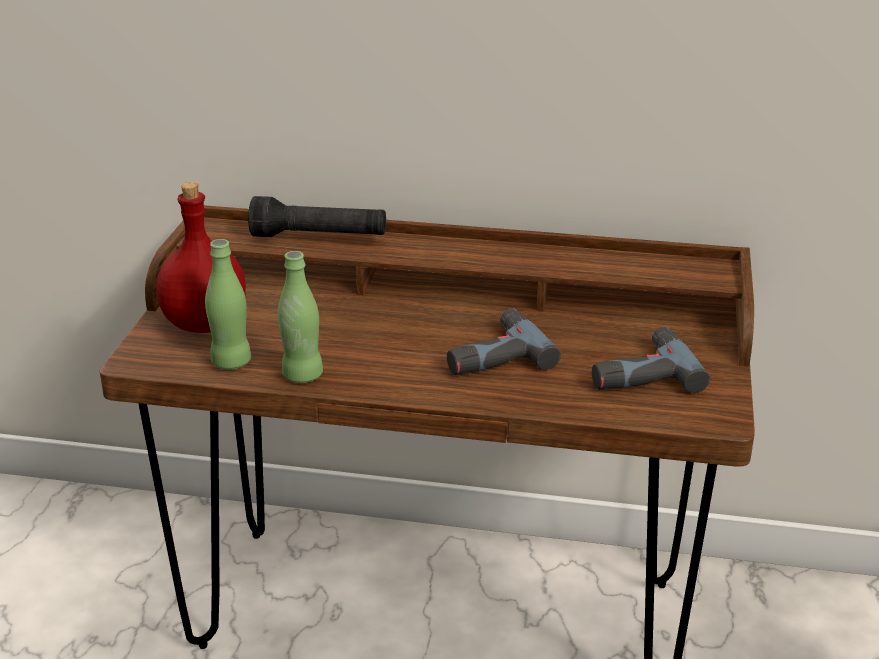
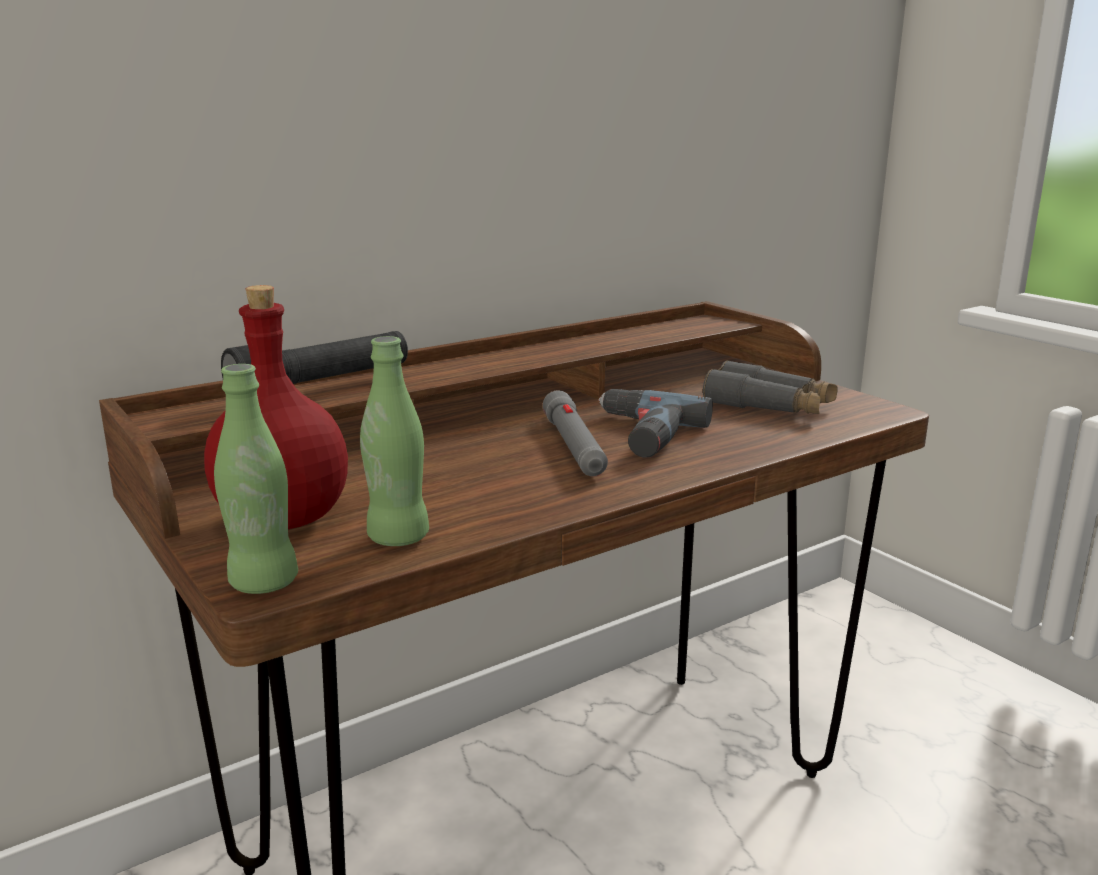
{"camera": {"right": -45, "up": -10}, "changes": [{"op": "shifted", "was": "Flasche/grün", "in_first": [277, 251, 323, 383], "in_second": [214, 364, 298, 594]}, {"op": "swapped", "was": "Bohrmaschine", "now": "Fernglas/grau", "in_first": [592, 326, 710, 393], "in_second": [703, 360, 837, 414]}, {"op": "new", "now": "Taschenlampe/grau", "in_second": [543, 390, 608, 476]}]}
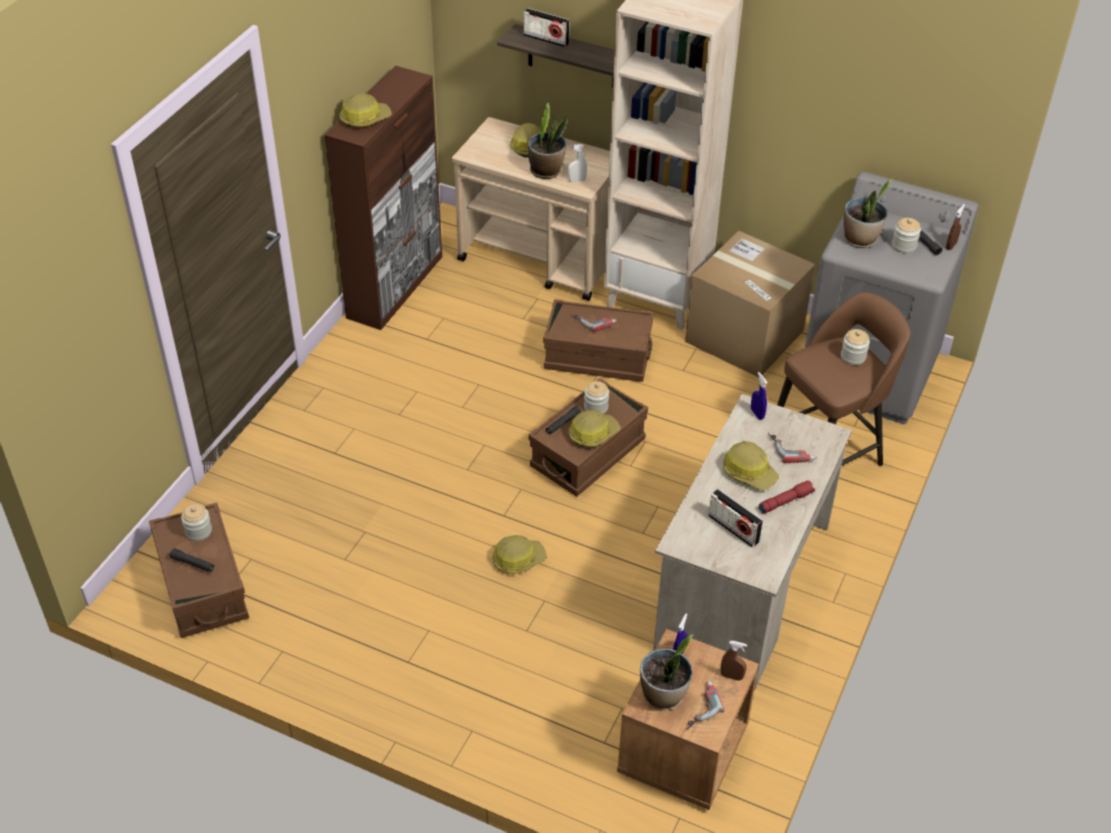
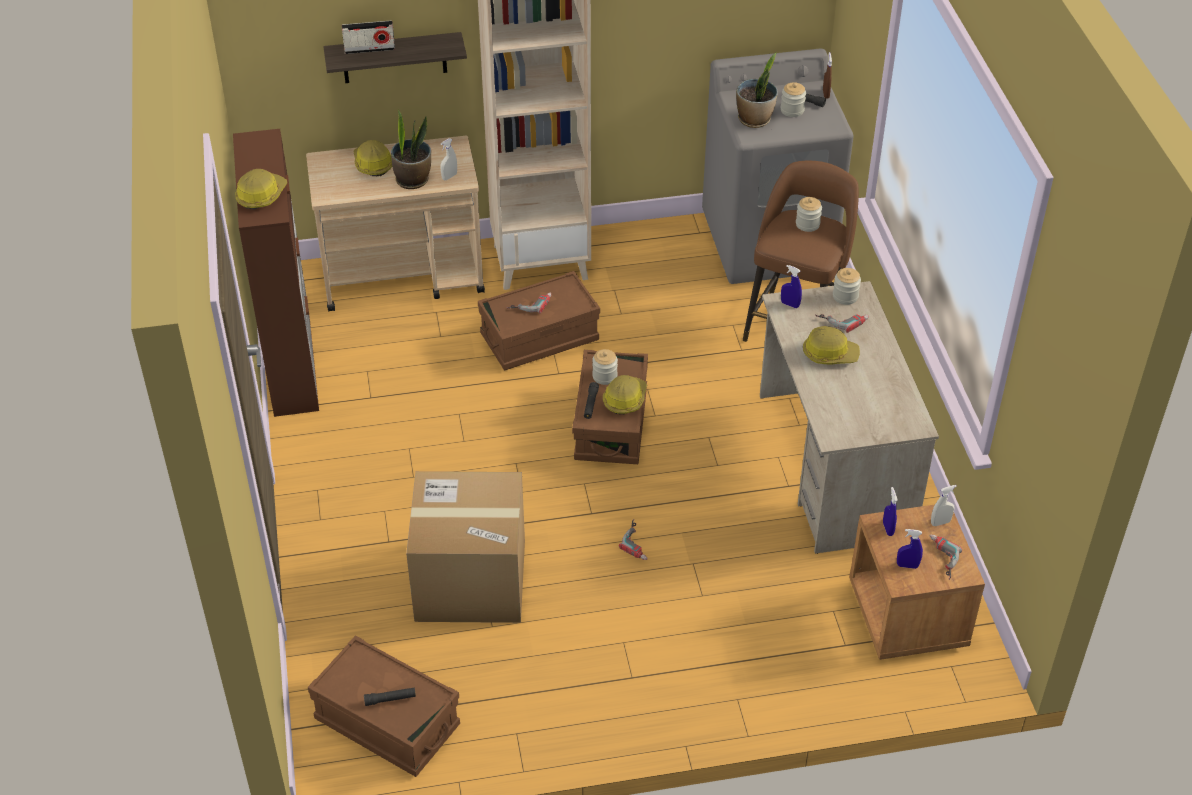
{"camera": {"right": -35, "up": 0}, "changes": [{"op": "shifted", "was": "Karton", "in_first": [685, 231, 815, 377], "in_second": [406, 471, 525, 623]}, {"op": "gone", "was": "Taschenlampe/rot", "in_first": [759, 481, 815, 514]}, {"op": "gone", "was": "Radio", "in_first": [708, 489, 763, 548]}, {"op": "shifted", "was": "Vorratsglas", "in_first": [181, 504, 212, 541], "in_second": [833, 268, 861, 305]}, {"op": "swapped", "was": "Schutzhelm", "now": "Bohrmaschine", "in_first": [492, 535, 547, 574], "in_second": [619, 519, 647, 560]}, {"op": "swapped", "was": "Topfpflanze", "now": "Sprühflasche/blau", "in_first": [640, 634, 693, 710], "in_second": [897, 529, 923, 569]}, {"op": "repainted", "was": "Sprühflasche/braun", "now": "Sprühflasche/weiß", "in_first": [721, 641, 747, 681], "in_second": [931, 485, 957, 526]}]}
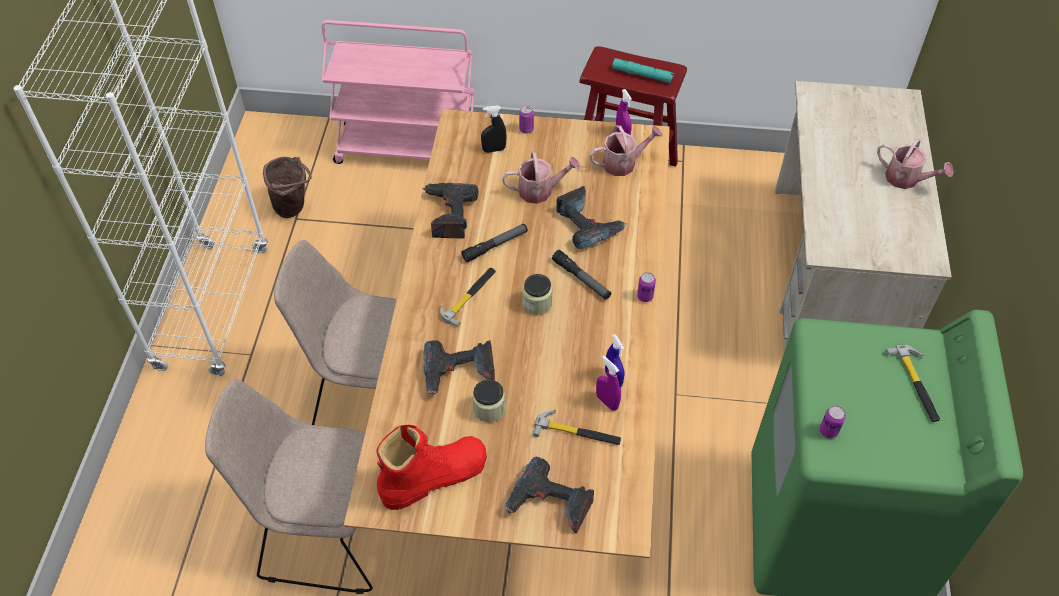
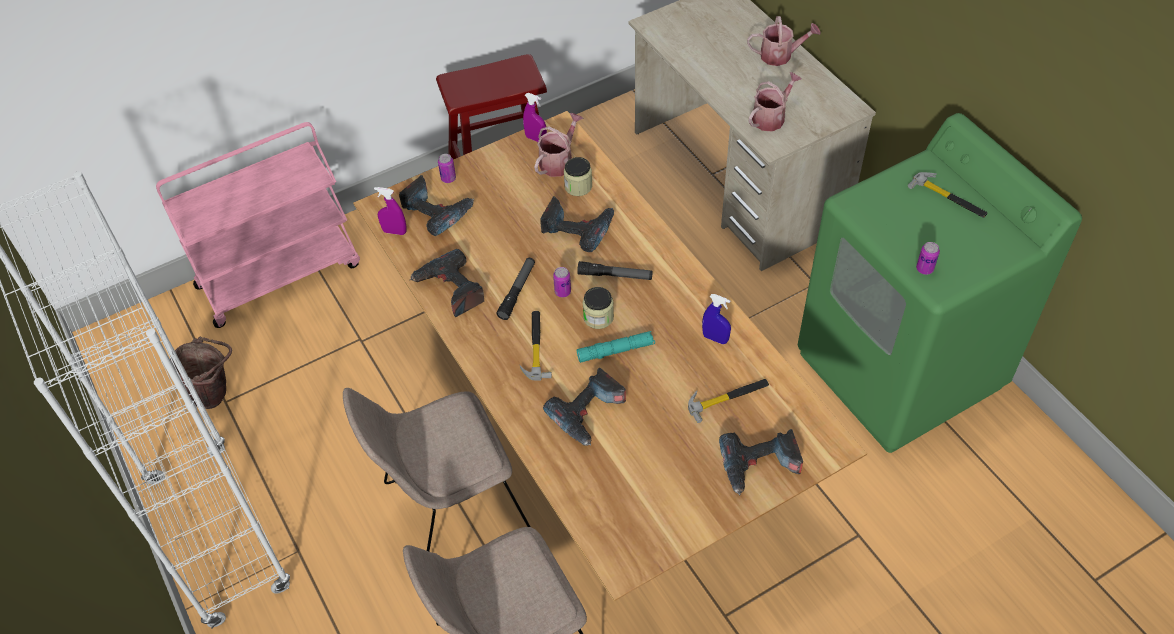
{"camera": {"right": -35, "up": 0}, "changes": [{"op": "shifted", "was": "Taschenlampe/türkis", "in_first": [612, 58, 674, 83], "in_second": [577, 331, 655, 363]}, {"op": "swapped", "was": "Sprühflasche/schwarz", "now": "Bohrmaschine", "in_first": [481, 106, 507, 153], "in_second": [399, 175, 474, 236]}, {"op": "shifted", "was": "Gießkanne", "in_first": [502, 151, 581, 204], "in_second": [749, 72, 802, 132]}, {"op": "shifted", "was": "Dose", "in_first": [637, 272, 656, 302], "in_second": [553, 267, 571, 297]}, {"op": "shifted", "was": "Sprühflasche/lila", "in_first": [596, 356, 621, 411], "in_second": [374, 187, 407, 235]}, {"op": "shifted", "was": "Vorratsglas", "in_first": [472, 380, 505, 423], "in_second": [564, 157, 592, 196]}, {"op": "gone", "was": "Stiefel/rot", "in_first": [377, 425, 487, 510]}]}
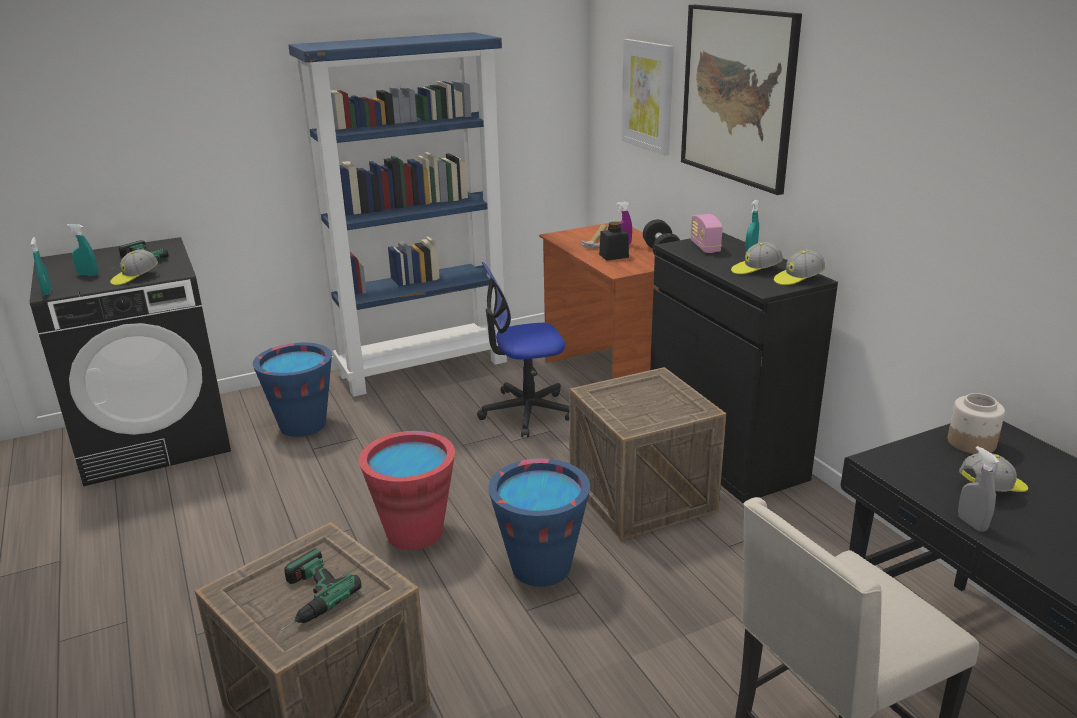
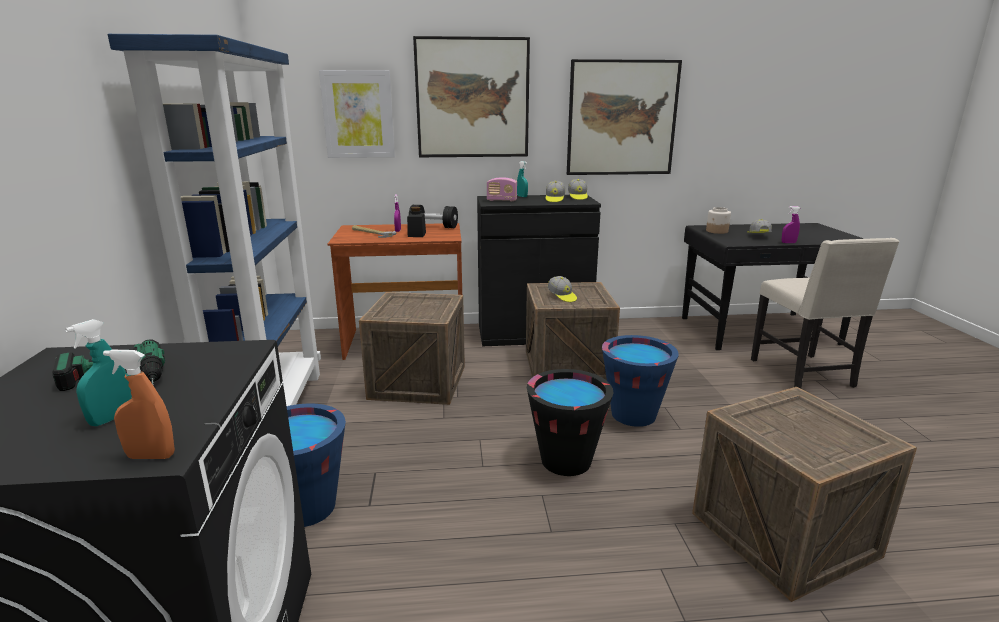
{"camera": {"right": -70, "up": -5}, "changes": [{"op": "repainted", "was": "Sprühflasche/türkis", "now": "Sprühflasche/orange", "in_first": [31, 237, 52, 295], "in_second": [103, 350, 175, 459]}, {"op": "shifted", "was": "Kappe", "in_first": [110, 249, 158, 285], "in_second": [547, 276, 577, 302]}, {"op": "swapped", "was": "Bürostuhl", "now": "Kiste", "in_first": [477, 262, 569, 437], "in_second": [359, 292, 465, 405]}, {"op": "repainted", "was": "Eimer/rot", "now": "Eimer/schwarz", "in_first": [359, 431, 455, 550], "in_second": [527, 369, 614, 476]}, {"op": "repainted", "was": "Sprühflasche/grau", "now": "Sprühflasche/lila", "in_first": [958, 446, 999, 532], "in_second": [782, 206, 800, 243]}, {"op": "gone", "was": "Bohrmaschine", "in_first": [280, 548, 362, 631]}, {"op": "new", "now": "Bild", "in_second": [567, 59, 682, 175]}]}
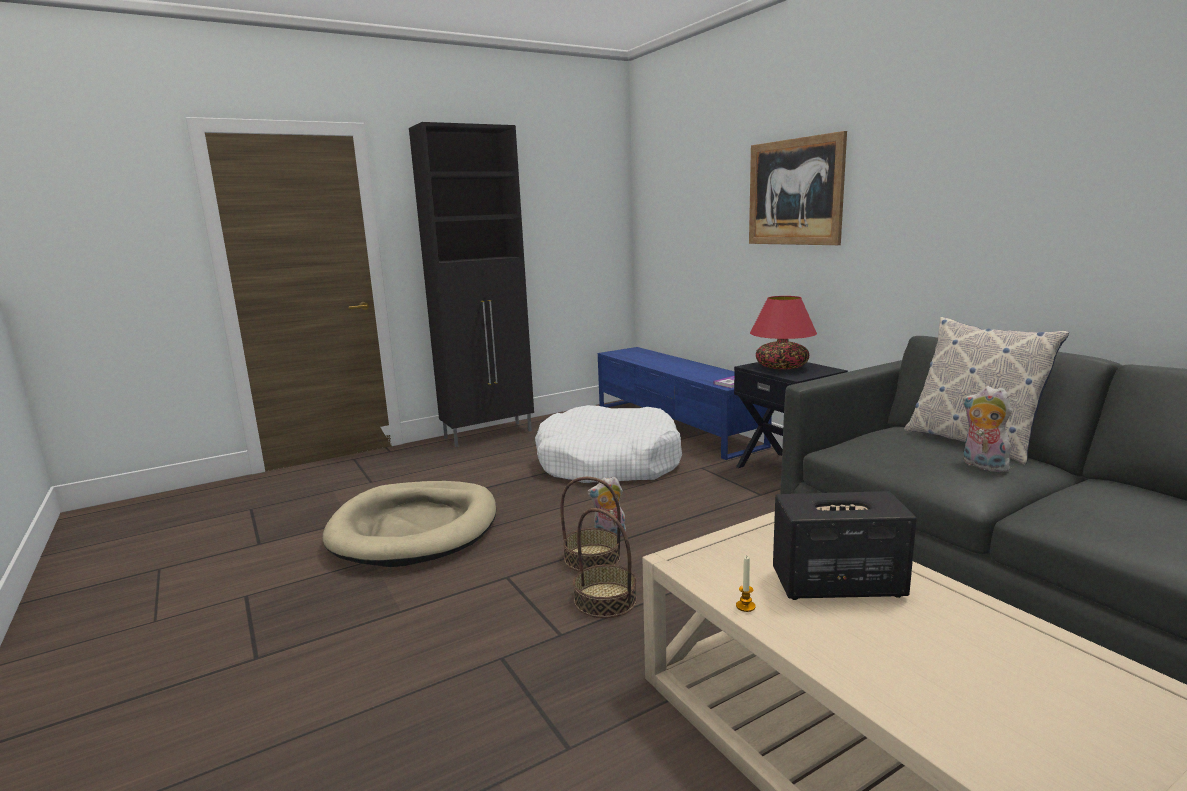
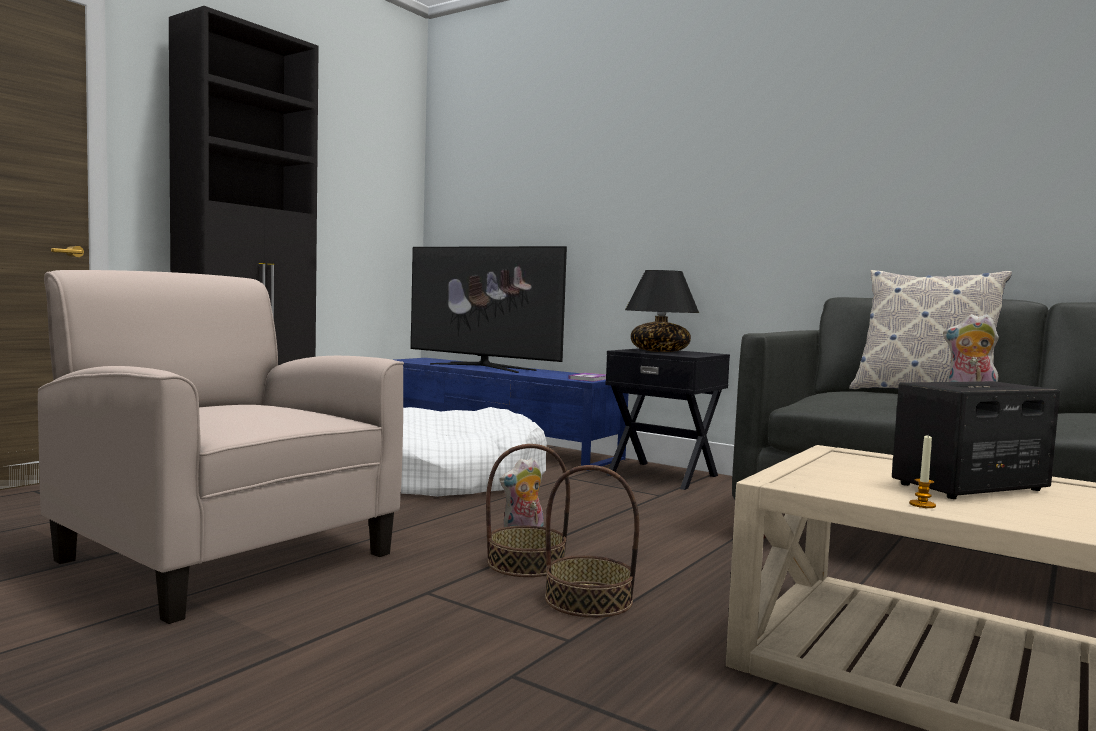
{"camera": {"right": -25, "up": -10}, "changes": [{"op": "gone", "was": "Bild", "in_first": [749, 131, 847, 245]}, {"op": "repainted", "was": "Tischlampe/rot", "now": "Tischlampe/schwarz", "in_first": [750, 296, 817, 369], "in_second": [625, 270, 699, 352]}, {"op": "swapped", "was": "Hundebett/beige", "now": "Sessel/beige", "in_first": [323, 481, 496, 567], "in_second": [38, 270, 404, 624]}, {"op": "new", "now": "Fernseher", "in_second": [411, 246, 567, 373]}]}
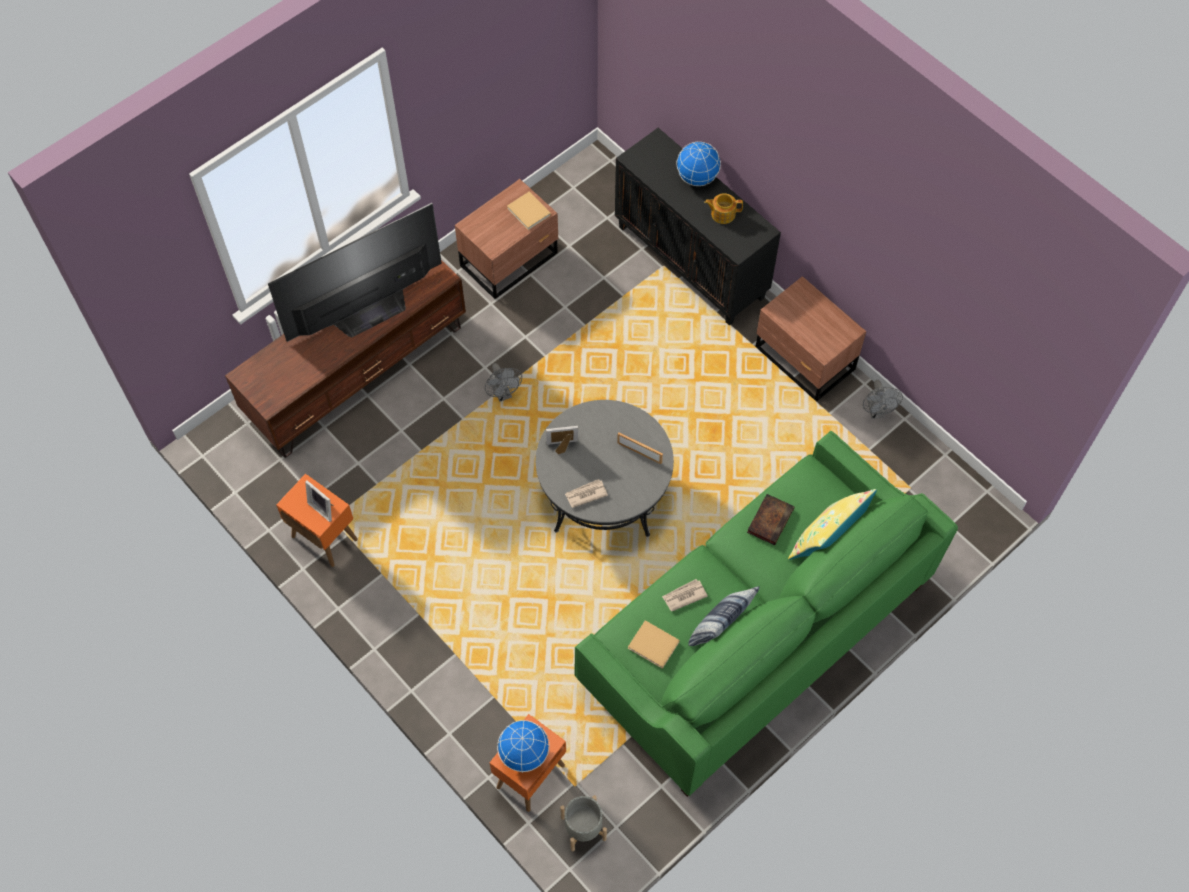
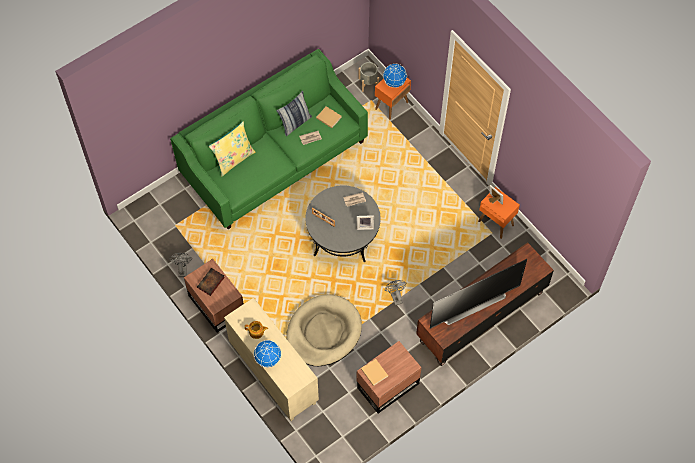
{"camera": {"right": -175, "up": 0}, "changes": [{"op": "repainted", "was": "Schrank/schwarz", "now": "Schrank/beige", "in_first": [615, 128, 781, 325], "in_second": [224, 298, 319, 421]}, {"op": "shifted", "was": "Buch", "in_first": [747, 494, 795, 545], "in_second": [197, 268, 225, 296]}, {"op": "new", "now": "Hundebett/beige", "in_second": [286, 294, 362, 366]}]}
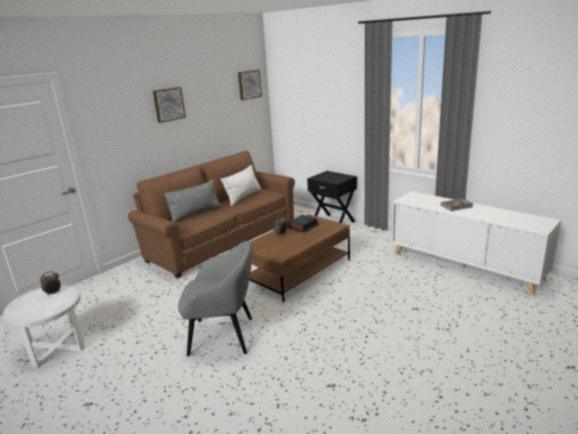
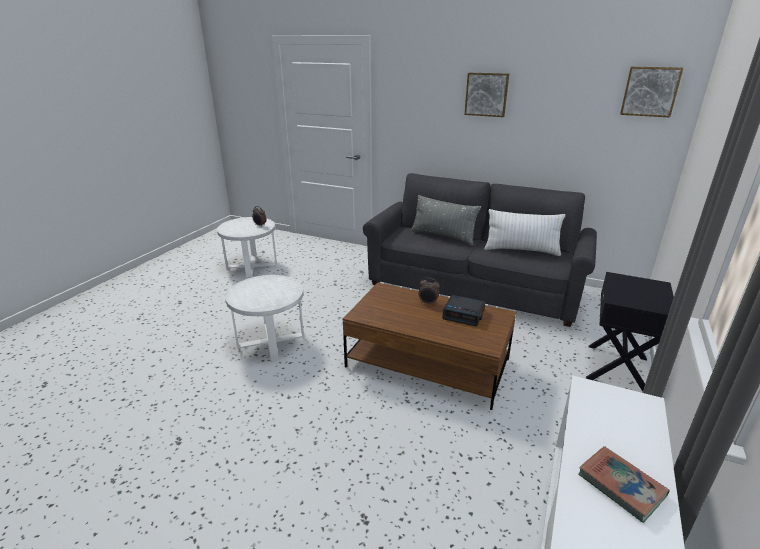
{"camera": {"right": 70, "up": 5}, "changes": [{"op": "repainted", "was": "Sofa/braun", "now": "Sofa/grau", "in_first": [128, 151, 295, 279], "in_second": [363, 173, 597, 327]}, {"op": "swapped", "was": "Sessel/grau", "now": "Beistelltisch/weiß", "in_first": [178, 241, 252, 356], "in_second": [225, 275, 304, 361]}]}
